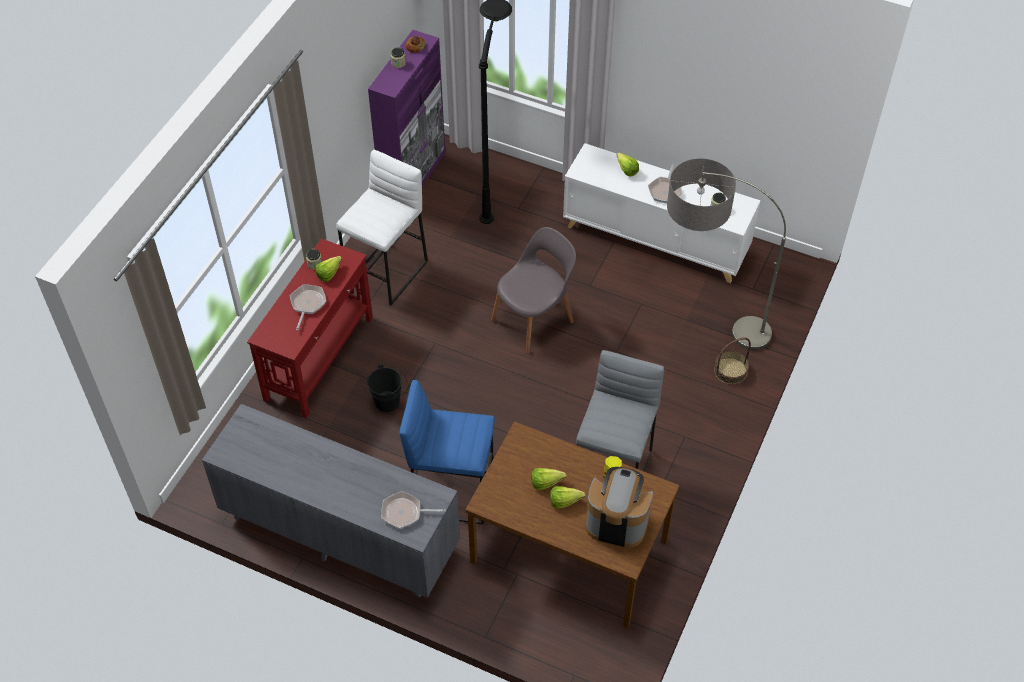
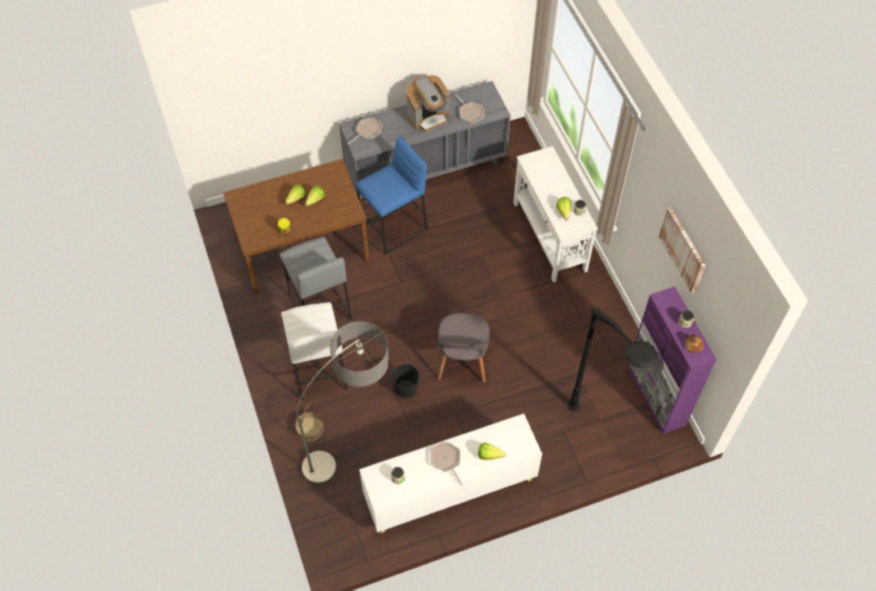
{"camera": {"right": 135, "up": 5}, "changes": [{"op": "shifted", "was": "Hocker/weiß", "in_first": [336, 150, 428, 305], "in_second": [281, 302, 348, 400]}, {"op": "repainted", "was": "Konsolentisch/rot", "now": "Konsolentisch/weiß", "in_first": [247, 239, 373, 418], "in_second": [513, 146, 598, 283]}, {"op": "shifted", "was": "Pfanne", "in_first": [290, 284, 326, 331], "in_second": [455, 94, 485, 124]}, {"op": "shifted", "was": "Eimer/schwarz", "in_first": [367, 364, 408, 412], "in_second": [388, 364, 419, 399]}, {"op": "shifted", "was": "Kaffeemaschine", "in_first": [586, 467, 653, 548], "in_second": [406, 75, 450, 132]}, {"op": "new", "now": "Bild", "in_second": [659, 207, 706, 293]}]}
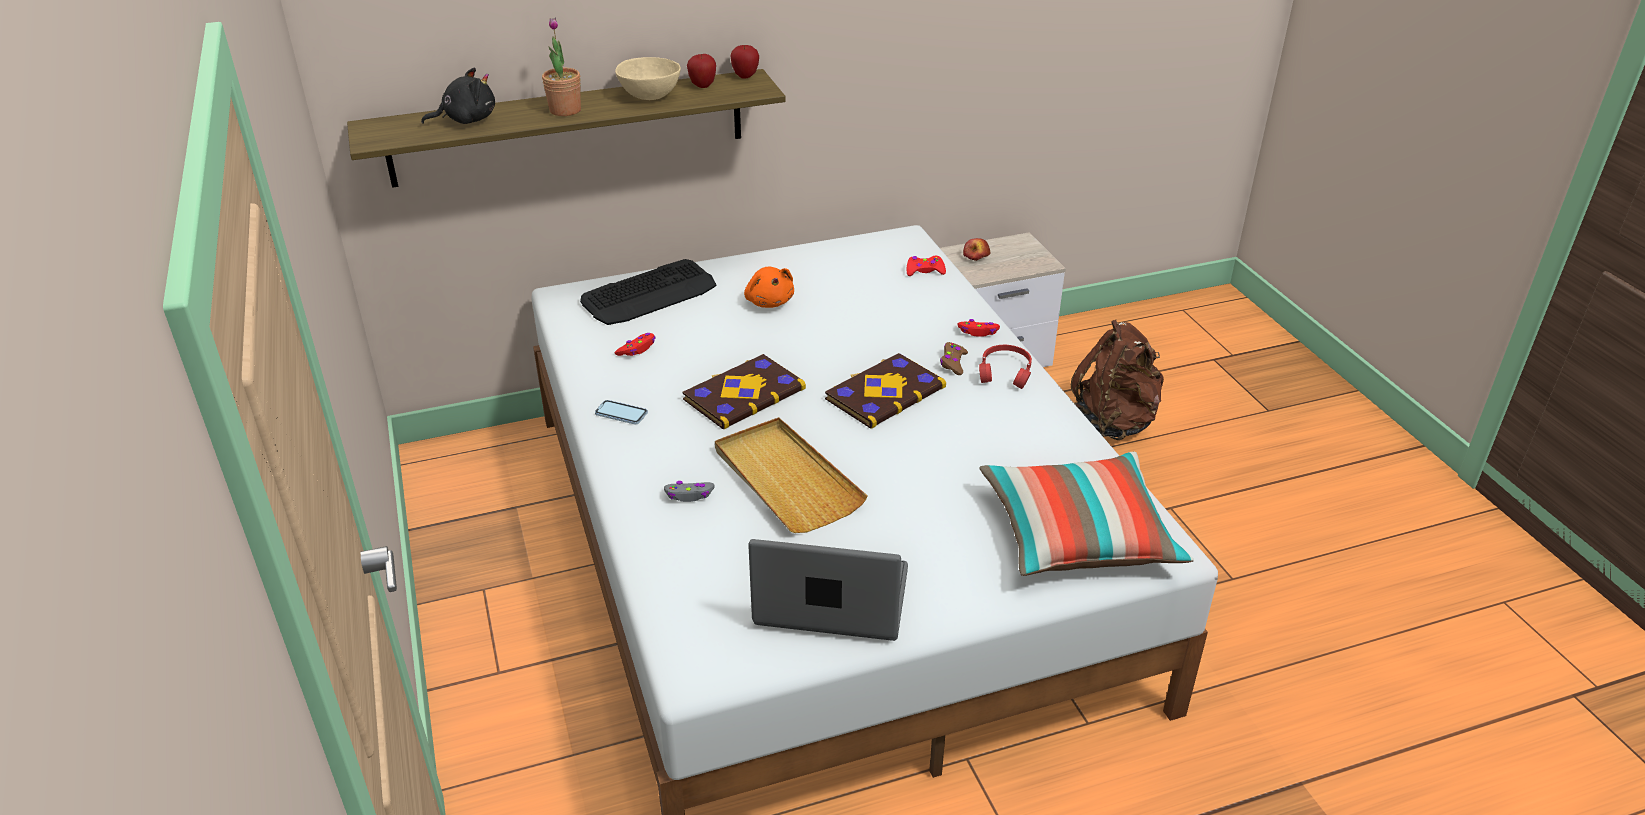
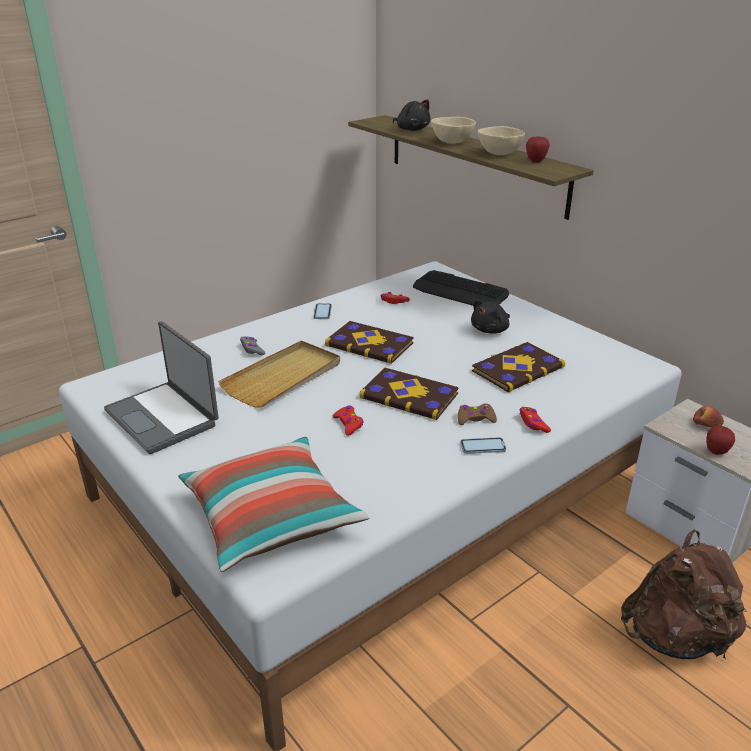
{"camera": {"right": 70, "up": -5}, "changes": [{"op": "swapped", "was": "Topfpflanze", "now": "Schüssel/beige", "in_first": [542, 18, 581, 116], "in_second": [431, 117, 476, 144]}, {"op": "shifted", "was": "Apfel", "in_first": [730, 45, 759, 79], "in_second": [706, 426, 735, 455]}, {"op": "shifted", "was": "Gamepad/rot", "in_first": [907, 256, 946, 276], "in_second": [332, 405, 364, 436]}, {"op": "repainted", "was": "Plüschtier/orange", "now": "Plüschtier/schwarz", "in_first": [744, 267, 794, 308], "in_second": [471, 299, 510, 334]}, {"op": "swapped", "was": "Kopfhörer/rot", "now": "Handy", "in_first": [979, 345, 1032, 389], "in_second": [460, 437, 506, 454]}, {"op": "rotated", "was": "Laptop", "in_first": [748, 539, 908, 641], "in_second": [104, 321, 219, 454], "clockwise": 150}, {"op": "new", "now": "Buch", "in_second": [472, 342, 565, 392]}]}
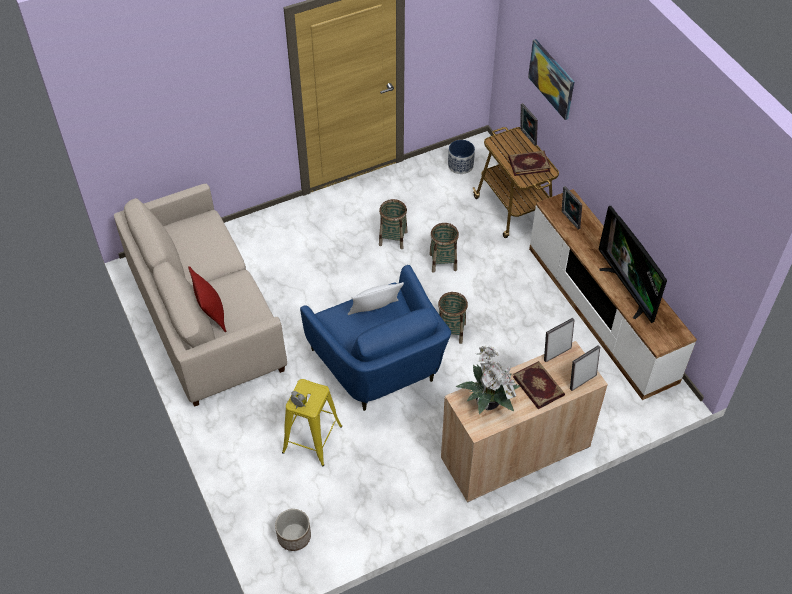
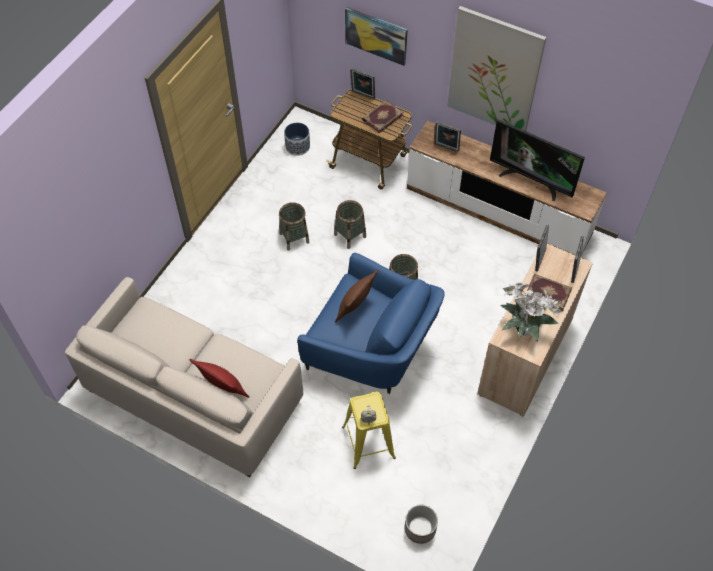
{"camera": {"right": -35, "up": 5}, "changes": [{"op": "repainted", "was": "Kissen/weiß", "now": "Kissen/braun", "in_first": [348, 282, 404, 315], "in_second": [335, 269, 378, 323]}, {"op": "new", "now": "Bild", "in_second": [447, 6, 546, 131]}]}
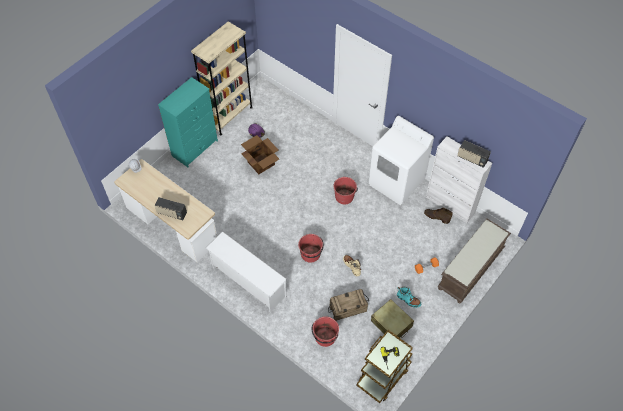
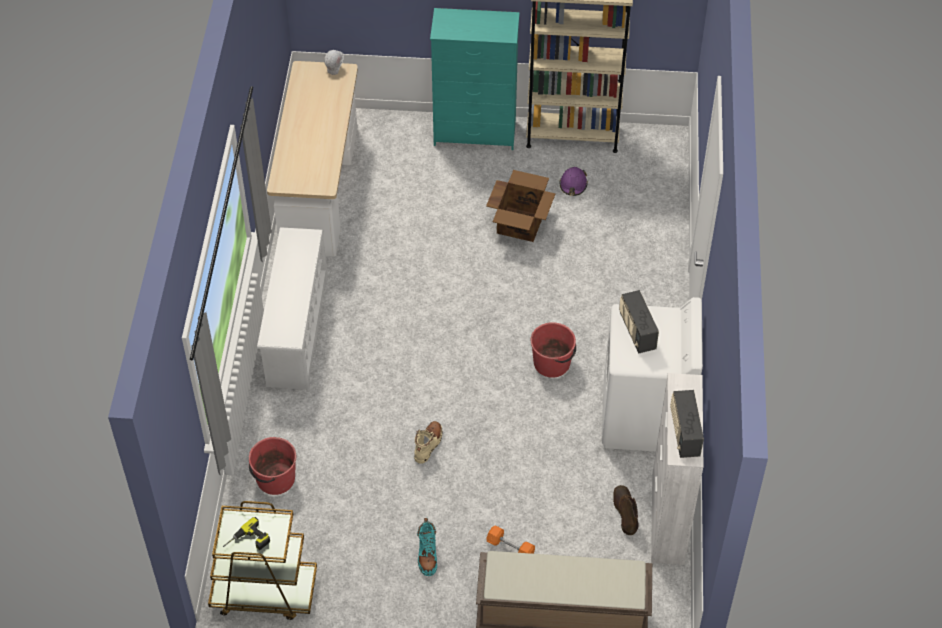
{"camera": {"right": 55, "up": -5}, "changes": [{"op": "shifted", "was": "Radio", "in_first": [155, 197, 187, 220], "in_second": [619, 290, 659, 353]}, {"op": "gone", "was": "Eimer/rot", "in_first": [298, 234, 324, 263]}, {"op": "gone", "was": "Kiste", "in_first": [328, 289, 369, 321]}, {"op": "gone", "was": "Koffer/beige", "in_first": [371, 299, 414, 339]}]}
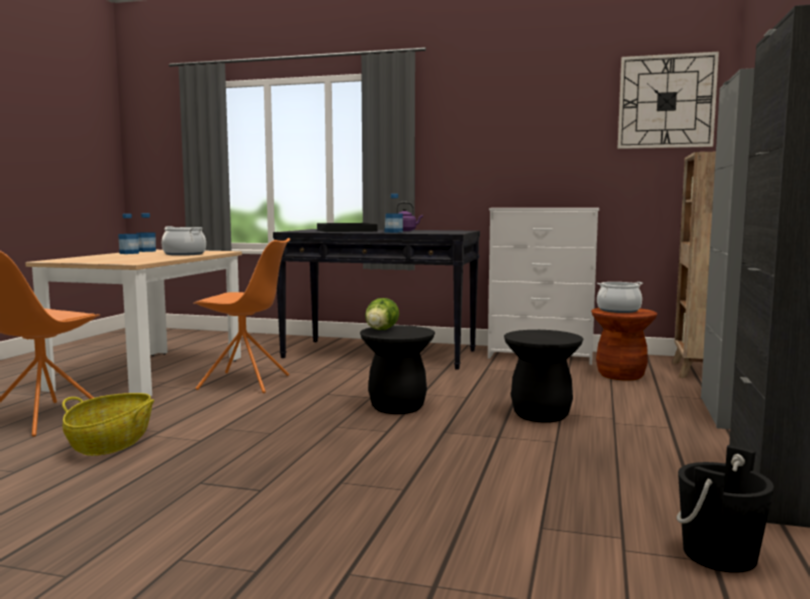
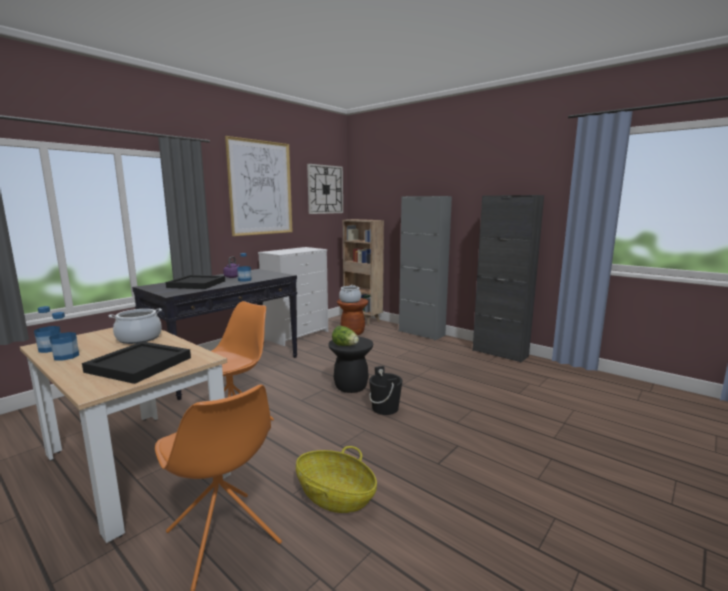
{"camera": {"right": -65, "up": 5}, "changes": [{"op": "gone", "was": "Hocker/schwarz", "in_first": [504, 330, 583, 423]}, {"op": "shifted", "was": "Eimer/schwarz", "in_first": [676, 445, 774, 573], "in_second": [369, 366, 403, 415]}, {"op": "new", "now": "Bild", "in_second": [225, 136, 293, 236]}, {"op": "new", "now": "Tablett/schwarz", "in_second": [82, 341, 191, 384]}]}
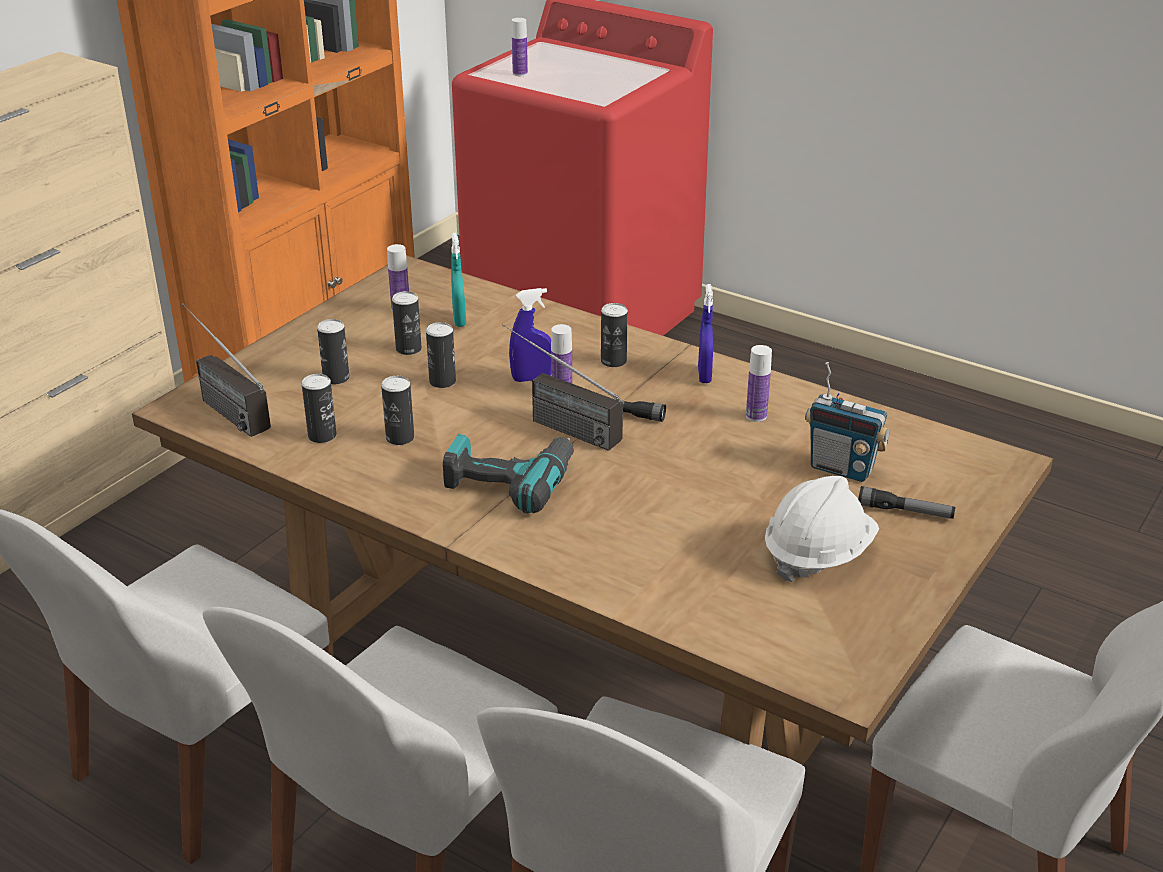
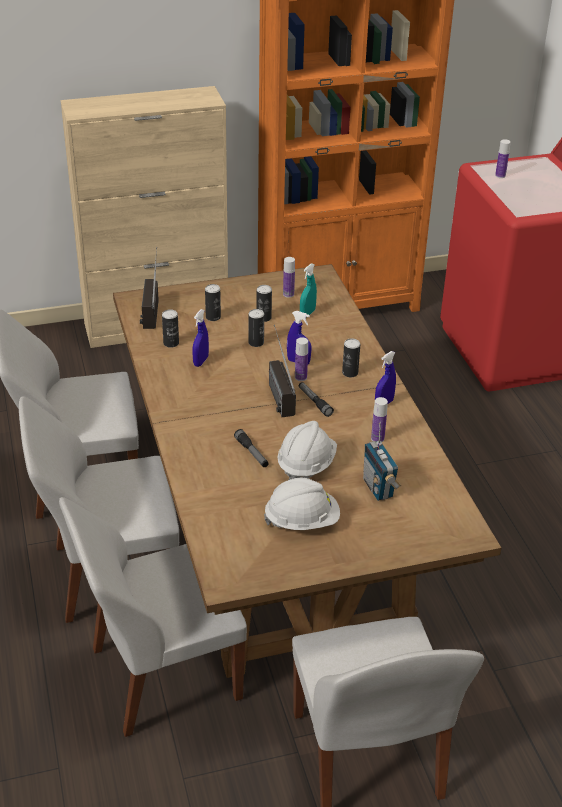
{"camera": {"right": 40, "up": 5}, "changes": [{"op": "swapped", "was": "Dose", "now": "Sprühflasche/blau", "in_first": [381, 376, 414, 445], "in_second": [193, 309, 209, 367]}, {"op": "gone", "was": "Bohrmaschine", "in_first": [443, 434, 574, 514]}, {"op": "shifted", "was": "Taschenlampe", "in_first": [858, 486, 956, 519], "in_second": [234, 429, 269, 467]}, {"op": "new", "now": "Schutzhelm/weiß", "in_second": [278, 421, 337, 480]}]}
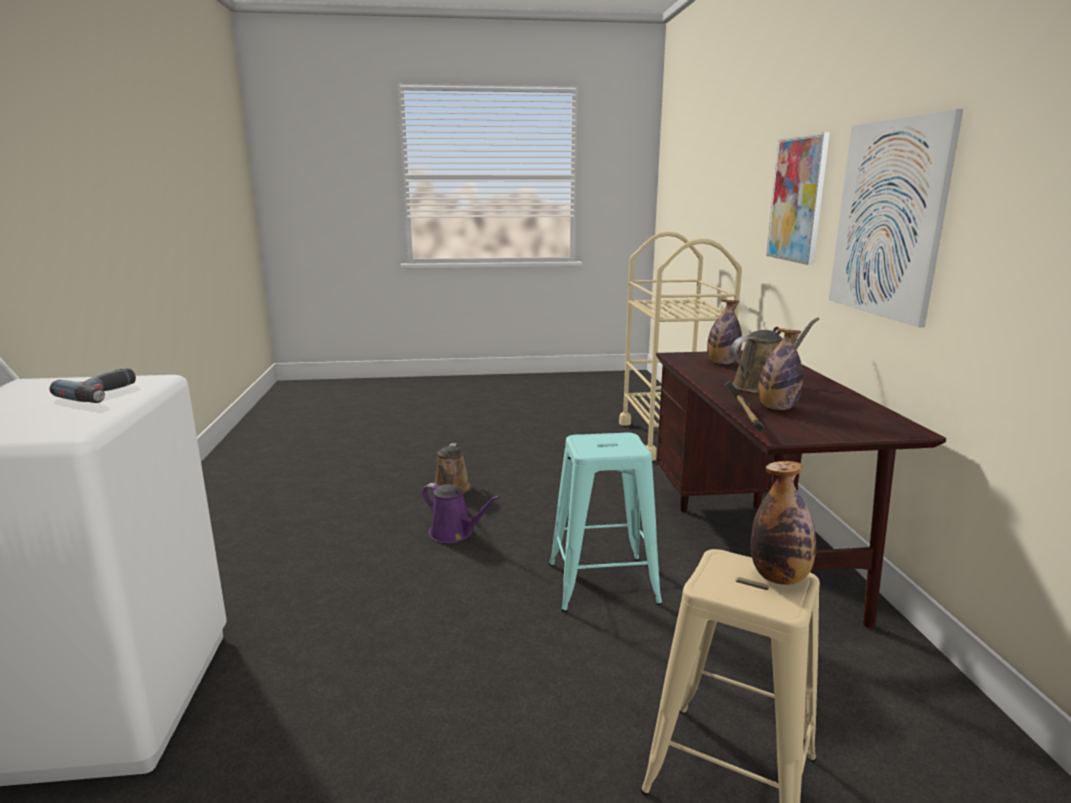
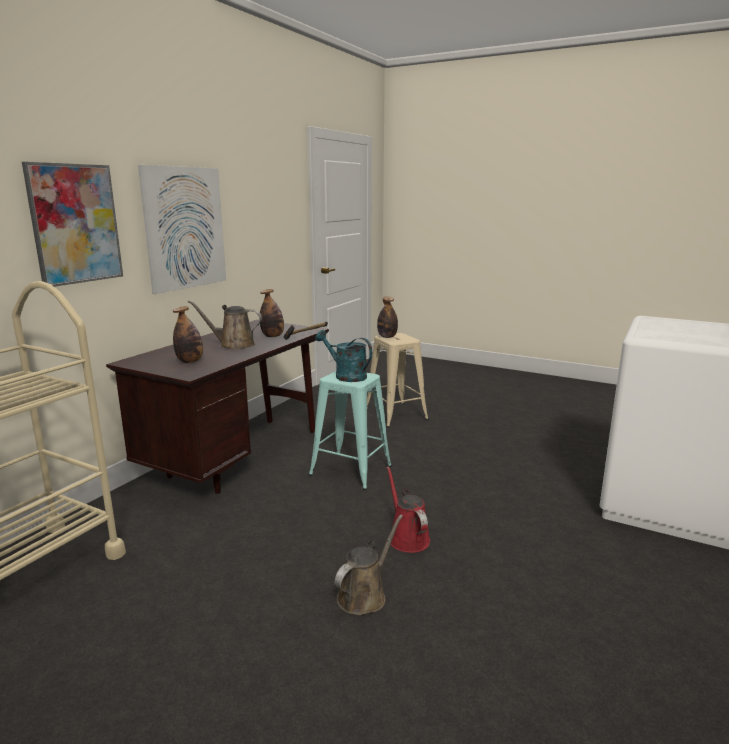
{"camera": {"right": -145, "up": 0}, "changes": [{"op": "gone", "was": "Bohrmaschine", "in_first": [50, 368, 136, 403]}, {"op": "repainted", "was": "Gießkanne/lila", "now": "Gießkanne/rot", "in_first": [422, 483, 500, 543], "in_second": [387, 467, 430, 553]}, {"op": "new", "now": "Gießkanne/türkis", "in_second": [315, 330, 372, 382]}]}
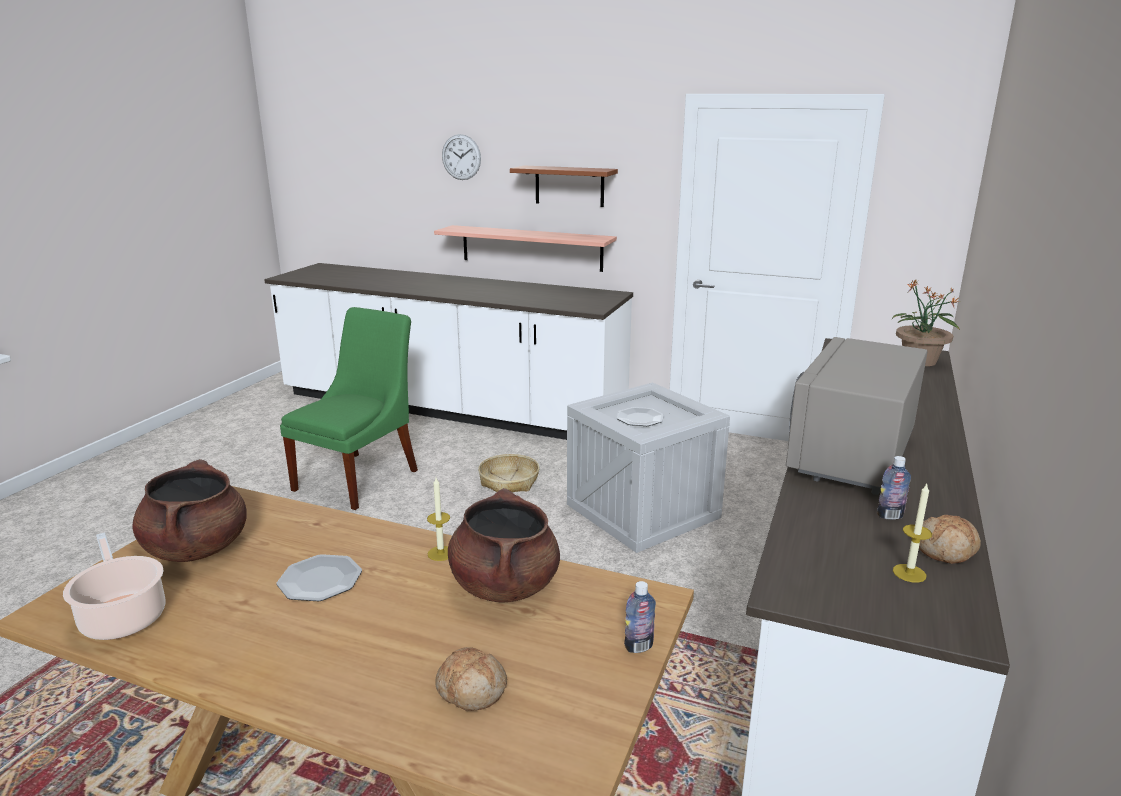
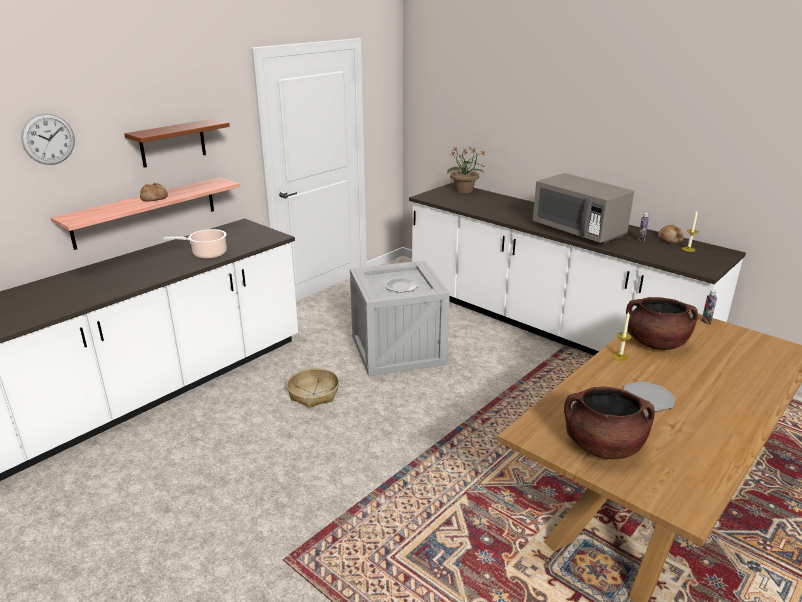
{"camera": {"right": -70, "up": 5}, "changes": [{"op": "gone", "was": "Stuhl/grün", "in_first": [280, 307, 418, 510]}, {"op": "shifted", "was": "Kochtopf", "in_first": [63, 532, 166, 640], "in_second": [163, 229, 227, 259]}, {"op": "shifted", "was": "Brot", "in_first": [435, 647, 507, 711], "in_second": [140, 183, 168, 202]}]}
